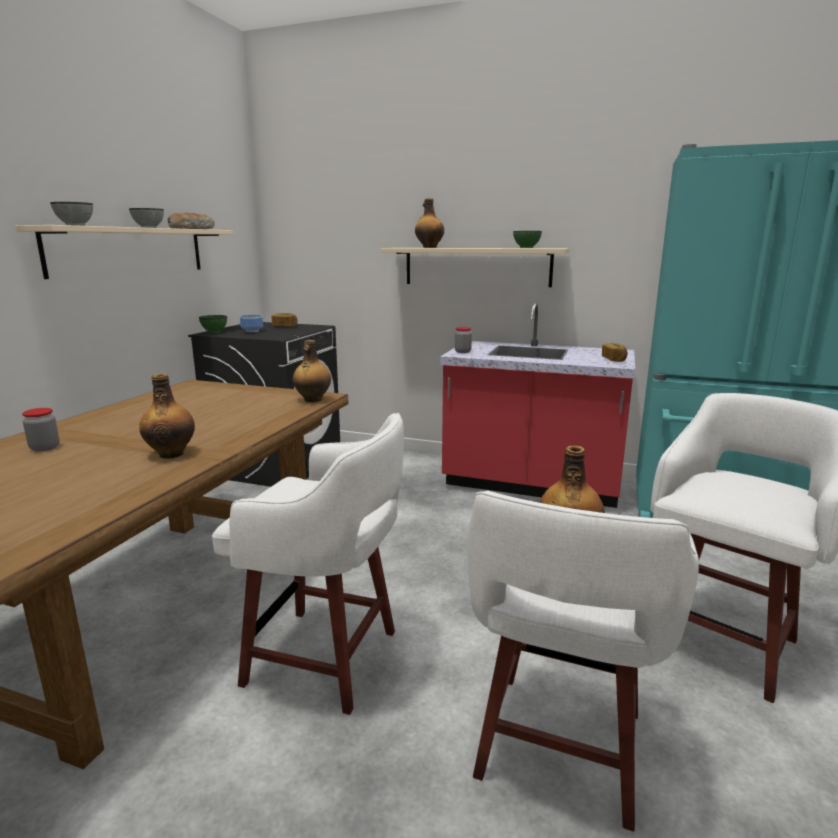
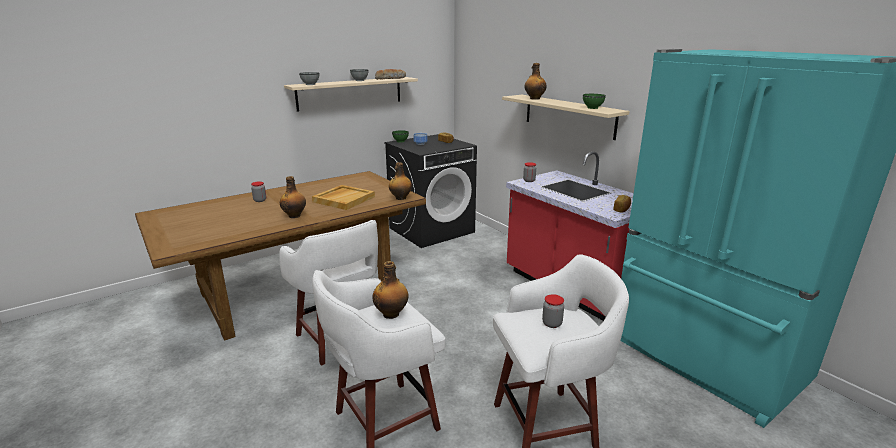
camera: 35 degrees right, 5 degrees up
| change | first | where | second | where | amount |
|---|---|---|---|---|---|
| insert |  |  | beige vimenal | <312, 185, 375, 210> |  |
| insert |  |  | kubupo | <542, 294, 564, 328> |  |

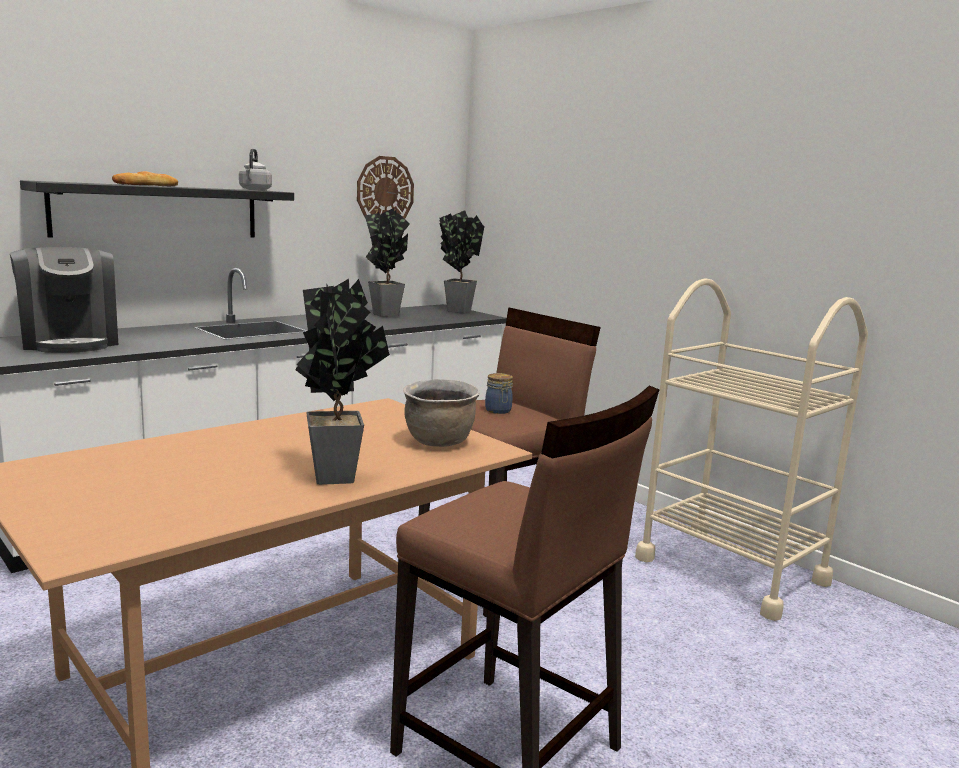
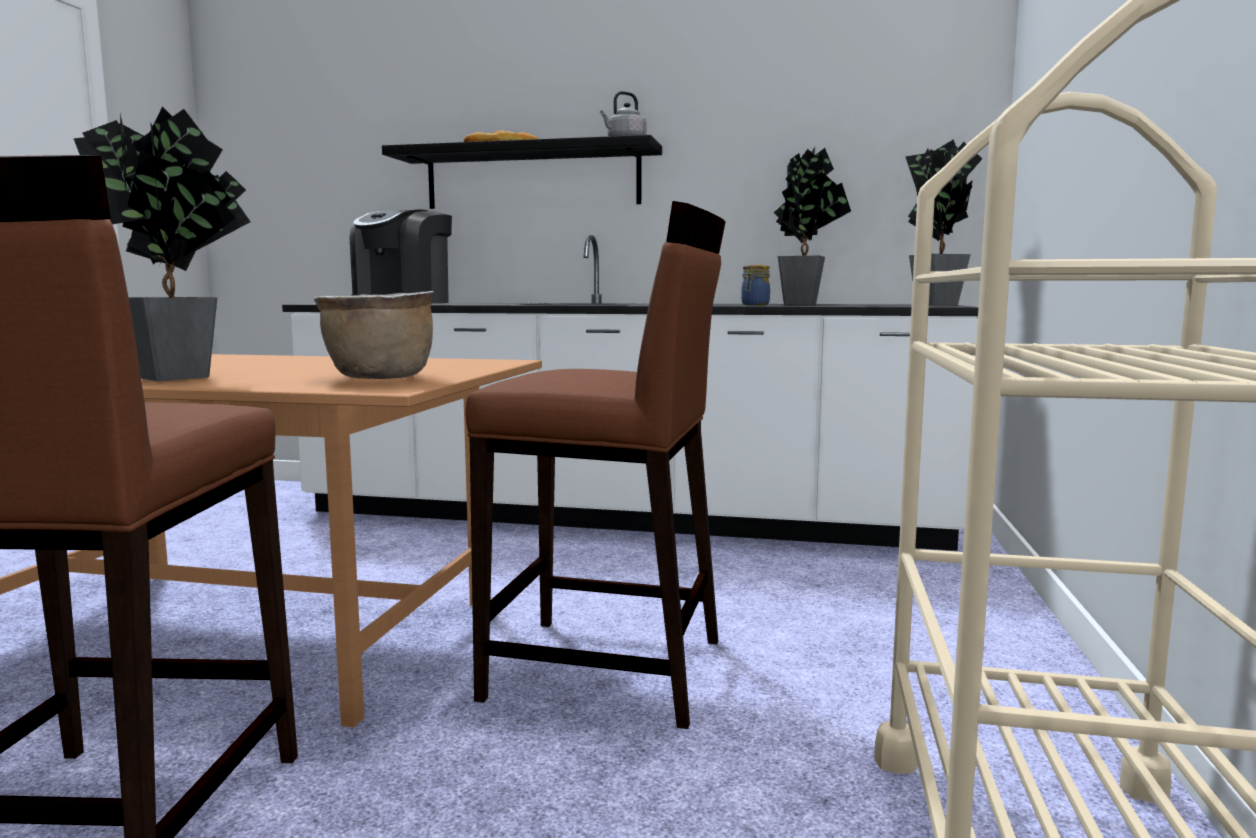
camera: 55 degrees right, 5 degrees down
| change | first | where | second | where | amount |
|---|---|---|---|---|---|
| delete | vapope | <357, 156, 414, 219> |  |  |  |
| move | kubupo | <485, 373, 513, 414> |  | <741, 265, 770, 305> |  |

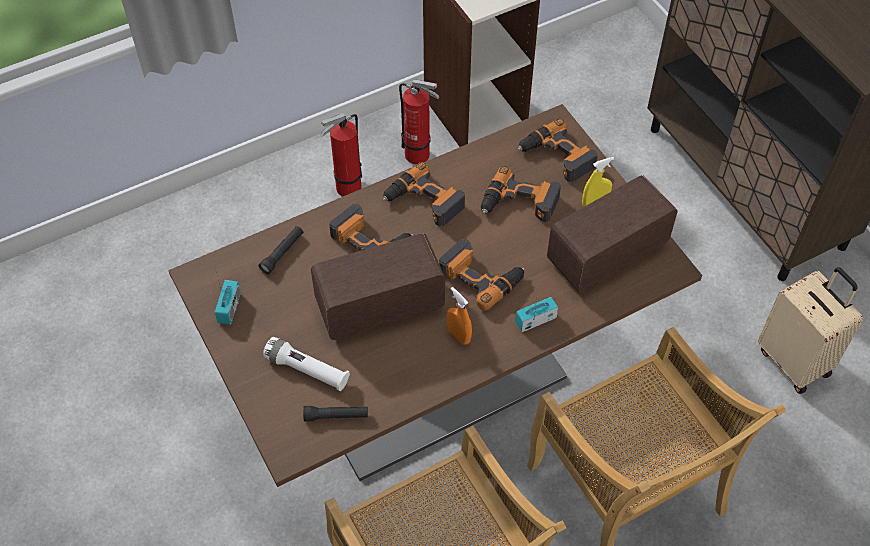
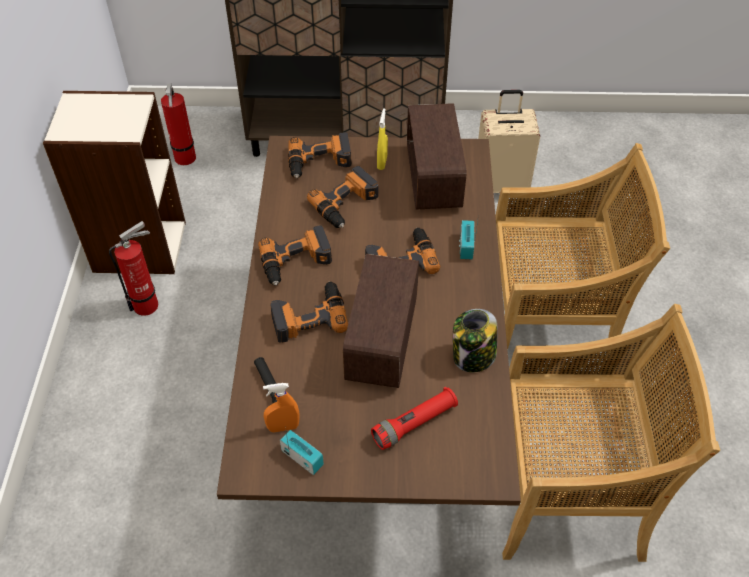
camera: 60 degrees left, 5 degrees down
| change | first | where | second | where | amount |
|---|---|---|---|---|---|
| recolor | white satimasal | <263, 337, 350, 391> | red satimasal | <371, 387, 458, 450> |  |
| delete | black satimasal | <303, 406, 368, 422> |  |  |  |
| move | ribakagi | <320, 113, 362, 197> |  | <161, 83, 196, 165> |  |
| move | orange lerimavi | <447, 287, 472, 345> |  | <263, 383, 299, 432> |  |
| insert |  |  | kubupo | <453, 309, 497, 373> |  |

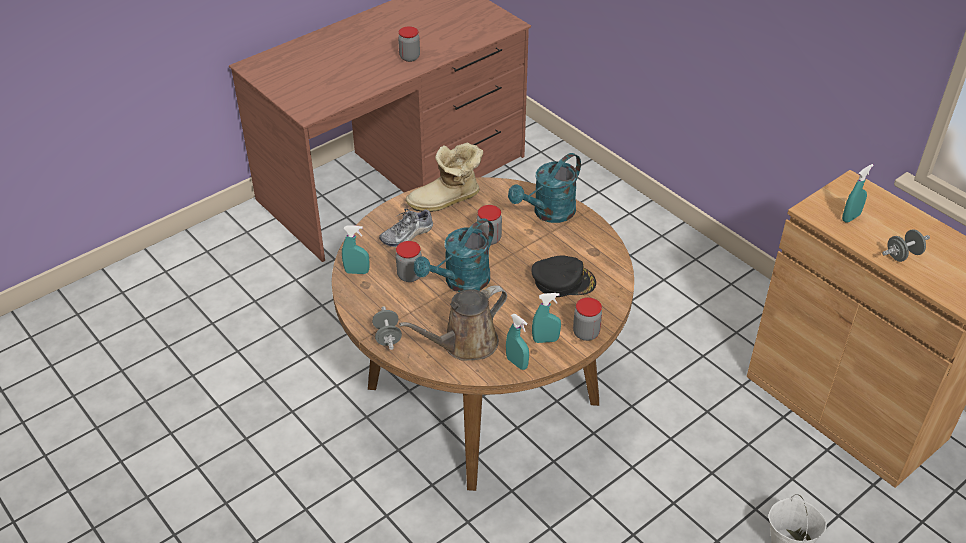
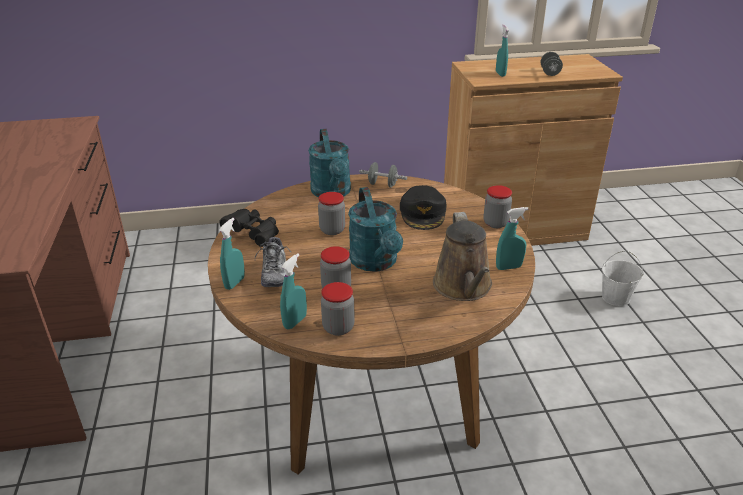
camera: 60 degrees left, 10 degrees down
| change | first | where | second | where | amount |
|---|---|---|---|---|---|
| move | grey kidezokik | <372, 306, 402, 350> |  | <359, 162, 407, 188> |  |
| move | kubupo | <398, 26, 420, 62> |  | <321, 282, 355, 336> |  |
| replace | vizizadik | <406, 142, 483, 212> | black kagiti | <219, 209, 279, 247> |  |
| rotate | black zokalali | <532, 256, 596, 297> |  | <400, 185, 447, 230> | 150 degrees clockwise |
| move | turquoise lerimavi | <532, 293, 561, 343> |  | <219, 218, 245, 290> |  |

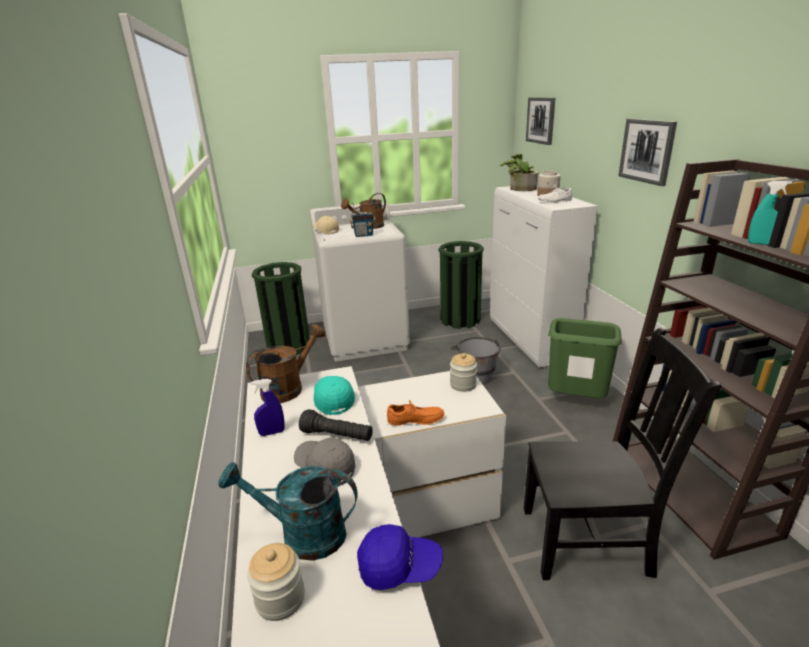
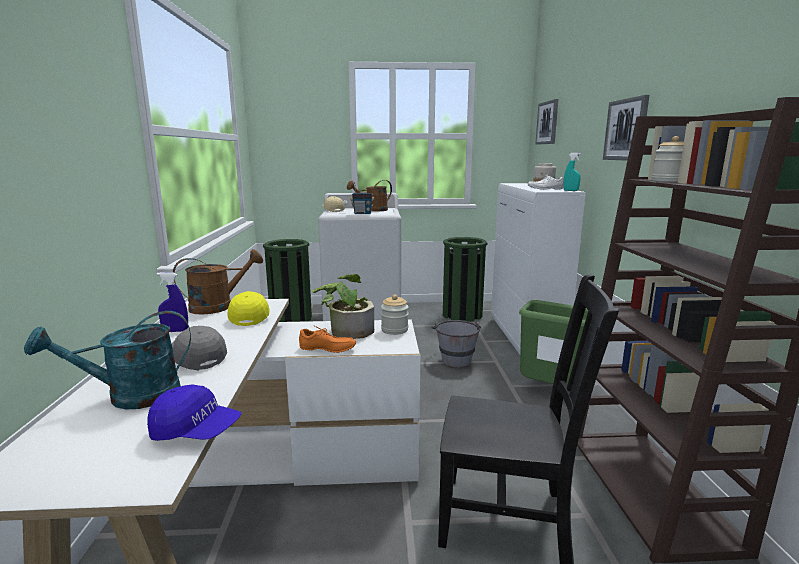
camera: 10 degrees right, 10 degrees down
| change | first | where | second | where | amount |
|---|---|---|---|---|---|
| rotate | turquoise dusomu | <218, 462, 357, 561> |  | <24, 311, 191, 409> | 45 degrees counterclockwise |
| move | kubupo | <247, 543, 305, 621> |  | <652, 136, 684, 182> |  |
| delete | black satimasal | <299, 409, 373, 441> |  |  |  |
| recolor | turquoise zokalali | <314, 376, 355, 415> | yellow zokalali | <227, 291, 270, 326> |  |
| move | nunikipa | <500, 154, 538, 191> |  | <313, 274, 374, 339> |  |
| move | turquoise lerimavi | <748, 181, 792, 245> |  | <563, 153, 581, 191> |  |

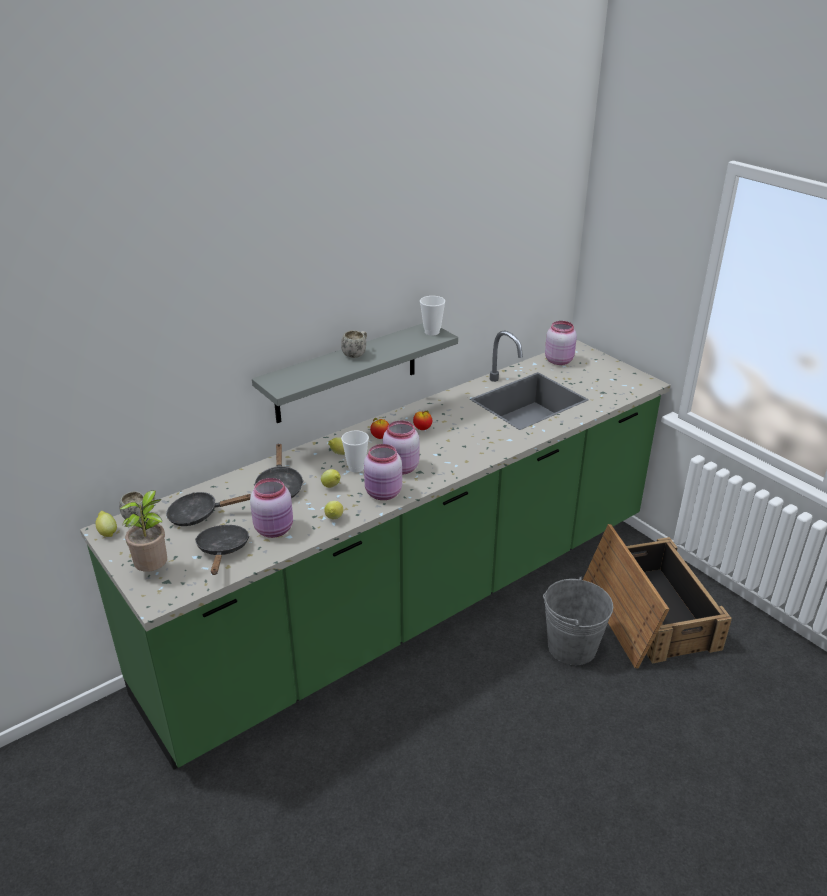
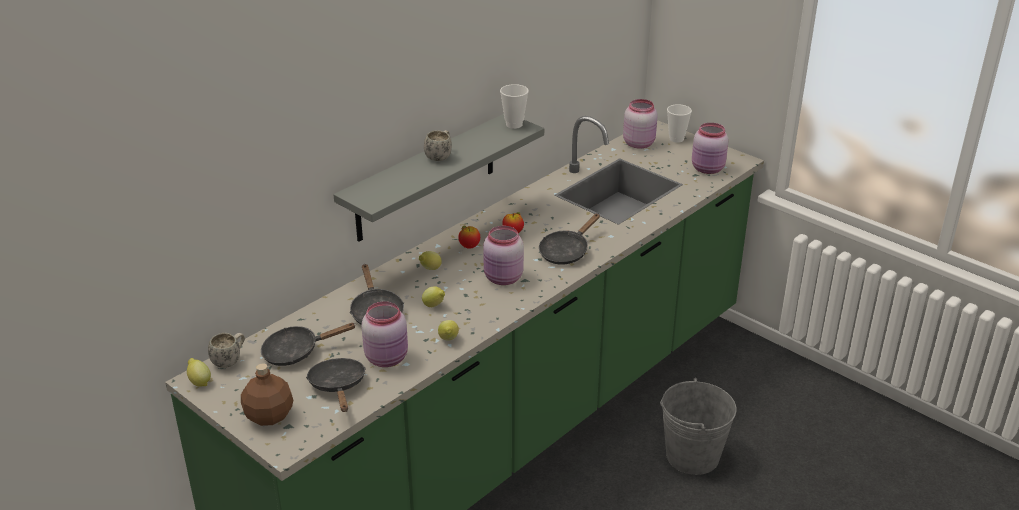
camera: 10 degrees left, 0 degrees up
| change | first | where | second | where | amount |
|---|---|---|---|---|---|
| replace | nunikipa | <120, 490, 167, 572> | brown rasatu | <241, 364, 293, 426> |  |
| move | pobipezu | <341, 430, 369, 473> |  | <667, 104, 692, 143> |  |
| move | pink kubupo | <364, 444, 402, 500> |  | <692, 123, 729, 174> |  |
| delete | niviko | <583, 524, 732, 668> |  |  |  |
| insert |  |  | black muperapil | <539, 214, 600, 265> |  |

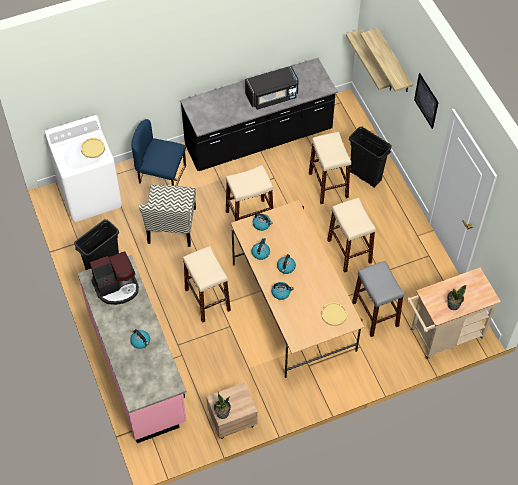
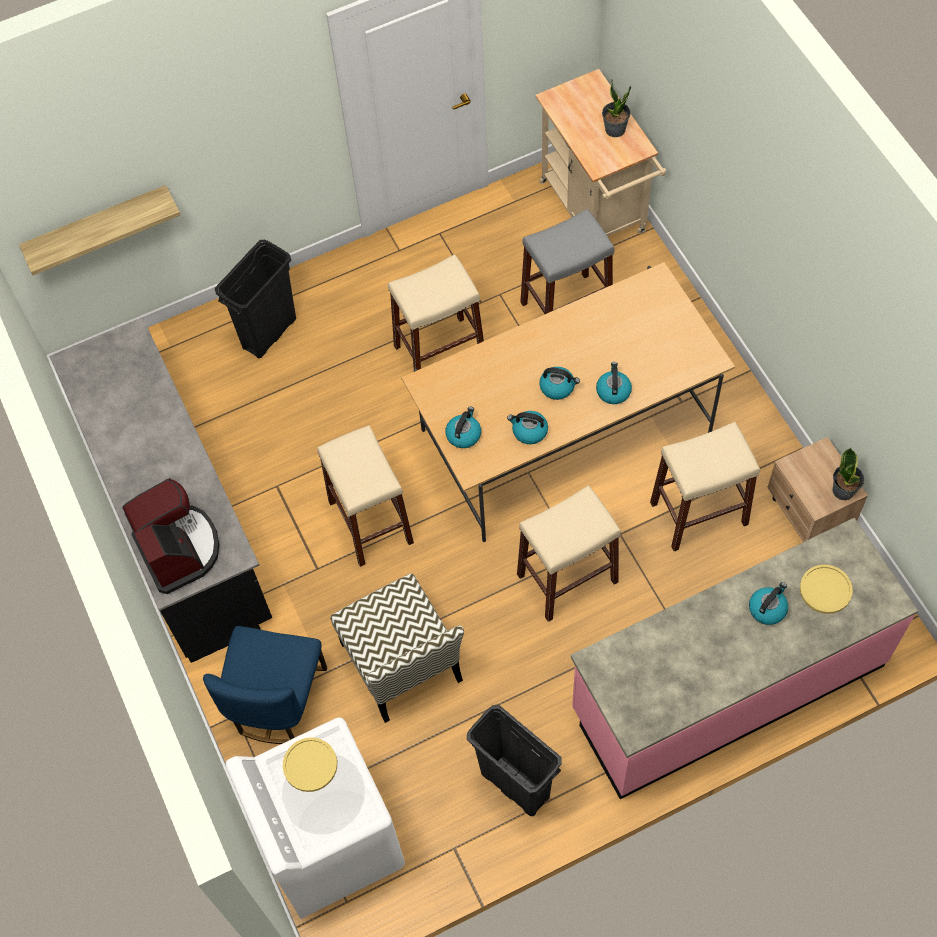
camera: 90 degrees left, 5 degrees up
| change | first | where | second | where | amount |
|---|---|---|---|---|---|
| move | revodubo | <90, 251, 139, 305> |  | <123, 478, 219, 594> |  |
| rotate | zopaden | <139, 184, 196, 247> |  | <330, 573, 464, 723> | 60 degrees clockwise |
| delete | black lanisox | <245, 66, 299, 110> |  |  |  |
| move | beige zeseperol | <309, 132, 351, 204> |  | <650, 422, 760, 551> |  |
| move | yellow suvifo | <321, 302, 347, 326> |  | <800, 565, 853, 614> |  |
| delete | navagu | <360, 28, 413, 92> |  |  |  |
| delete | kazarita | <414, 73, 439, 129> |  |  |  |

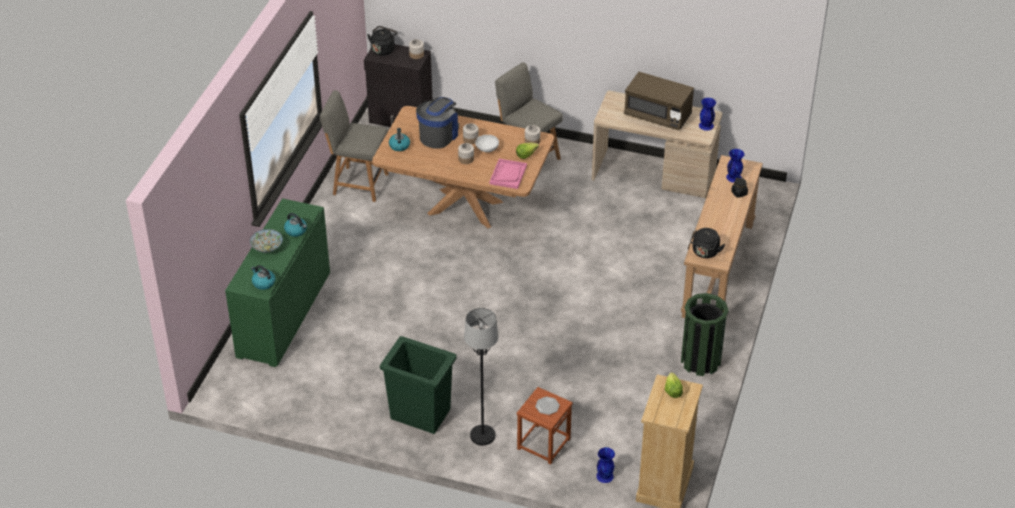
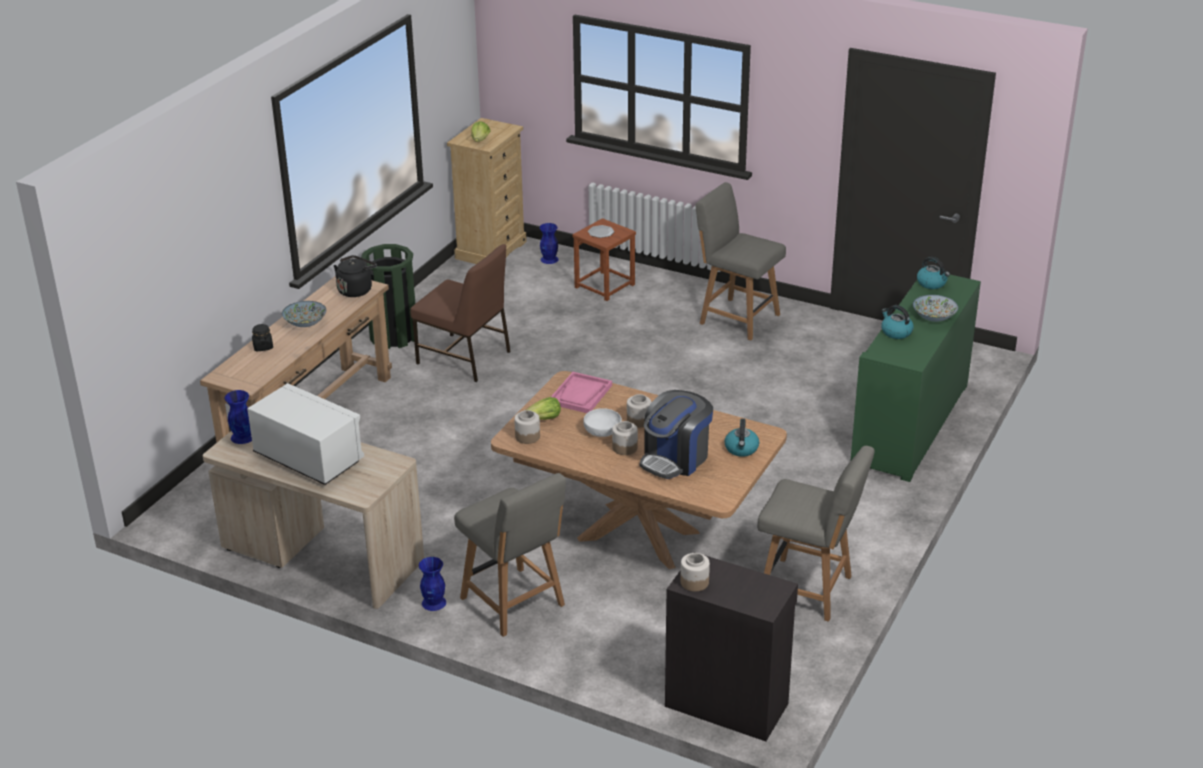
camera: 170 degrees left, 10 degrees down
| change | first | where | second | where | amount |
|---|---|---|---|---|---|
| delete | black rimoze | <367, 26, 398, 56> |  |  |  |
| replace | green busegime | <380, 336, 457, 434> | grey zopaden | <696, 182, 786, 341> |  |
| delete | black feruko | <464, 308, 499, 446> |  |  |  |
| recolor | brown lanisox | <624, 72, 694, 130> | white lanisox | <247, 383, 364, 485> |  |
| move | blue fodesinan | <726, 149, 744, 183> |  | <419, 557, 446, 611> |  |
| insert |  |  | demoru | <282, 301, 326, 327> |  |
| insert |  |  | brown zopaden | <410, 244, 511, 382> |  |

